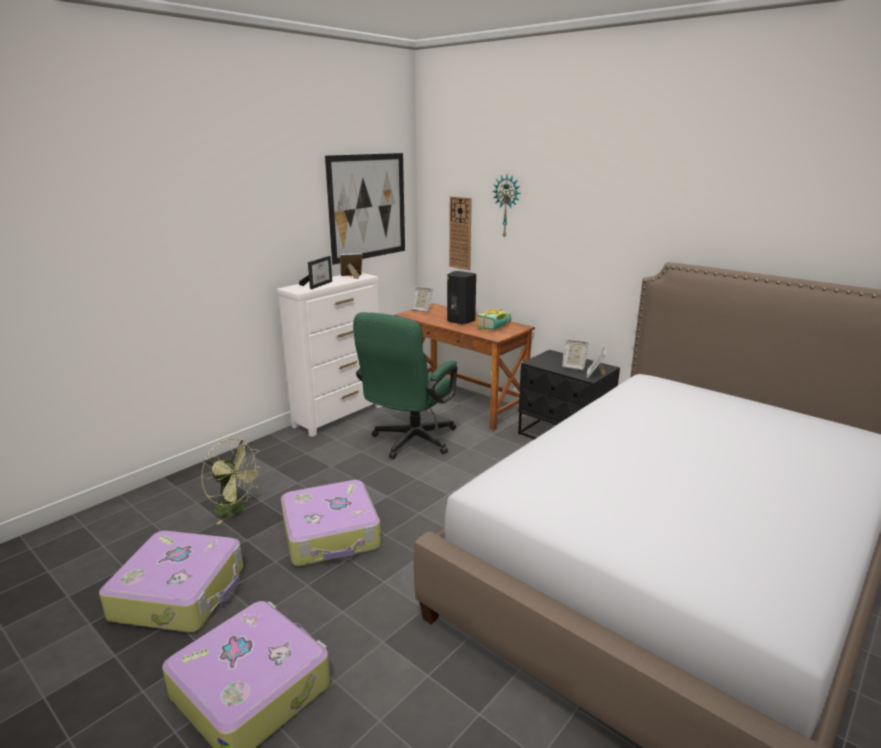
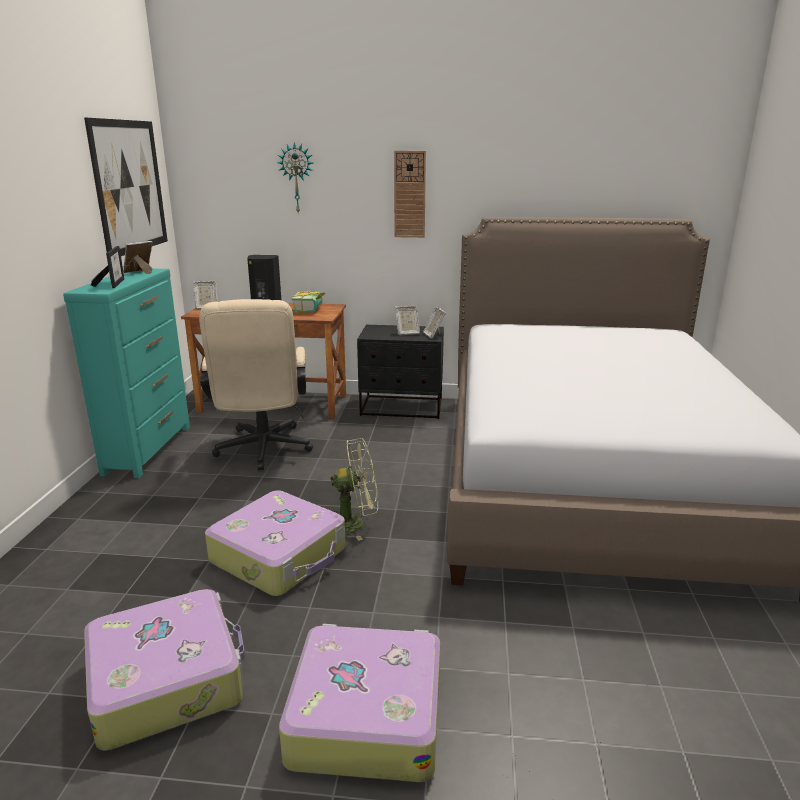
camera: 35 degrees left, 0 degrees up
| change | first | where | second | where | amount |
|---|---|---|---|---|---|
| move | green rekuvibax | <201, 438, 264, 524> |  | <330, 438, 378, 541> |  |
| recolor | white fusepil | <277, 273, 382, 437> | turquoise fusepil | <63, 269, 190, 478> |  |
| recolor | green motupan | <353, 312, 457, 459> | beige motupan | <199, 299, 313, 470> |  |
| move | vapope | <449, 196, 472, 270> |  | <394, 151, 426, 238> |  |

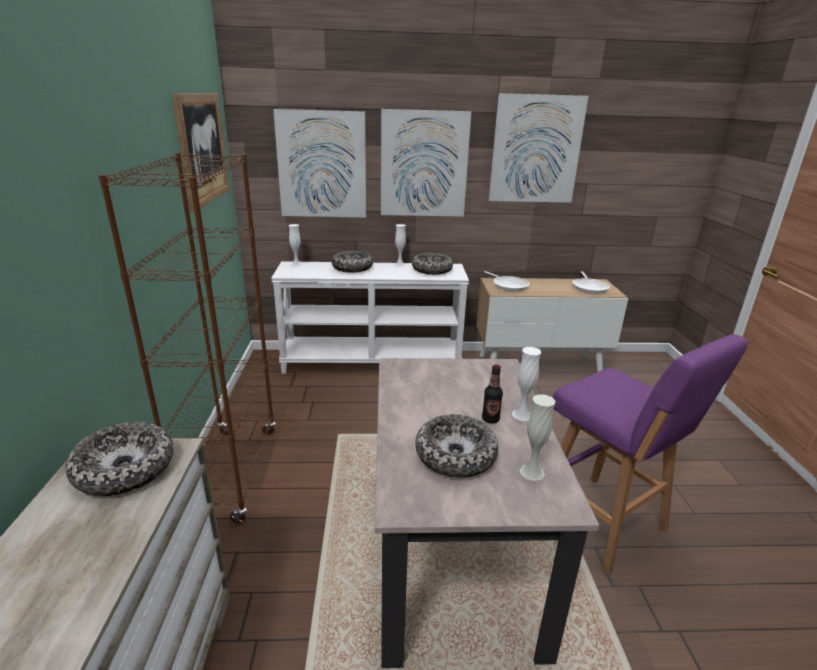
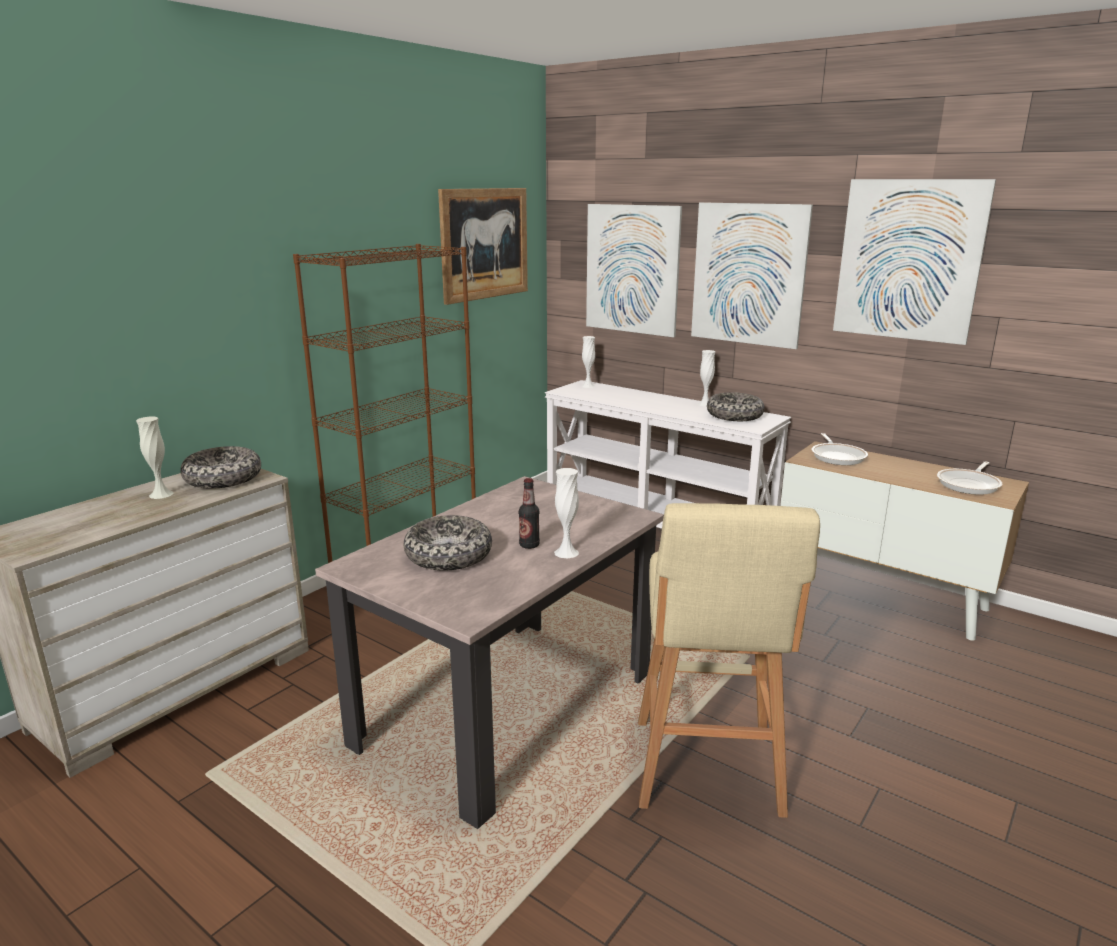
camera: 40 degrees right, 5 degrees down
| change | first | where | second | where | amount |
|---|---|---|---|---|---|
| delete | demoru | <332, 251, 373, 273> |  |  |  |
| move | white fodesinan | <520, 394, 555, 481> |  | <136, 417, 174, 499> |  |
| recolor | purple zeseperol | <553, 334, 748, 575> | beige zeseperol | <638, 503, 820, 818> |  |

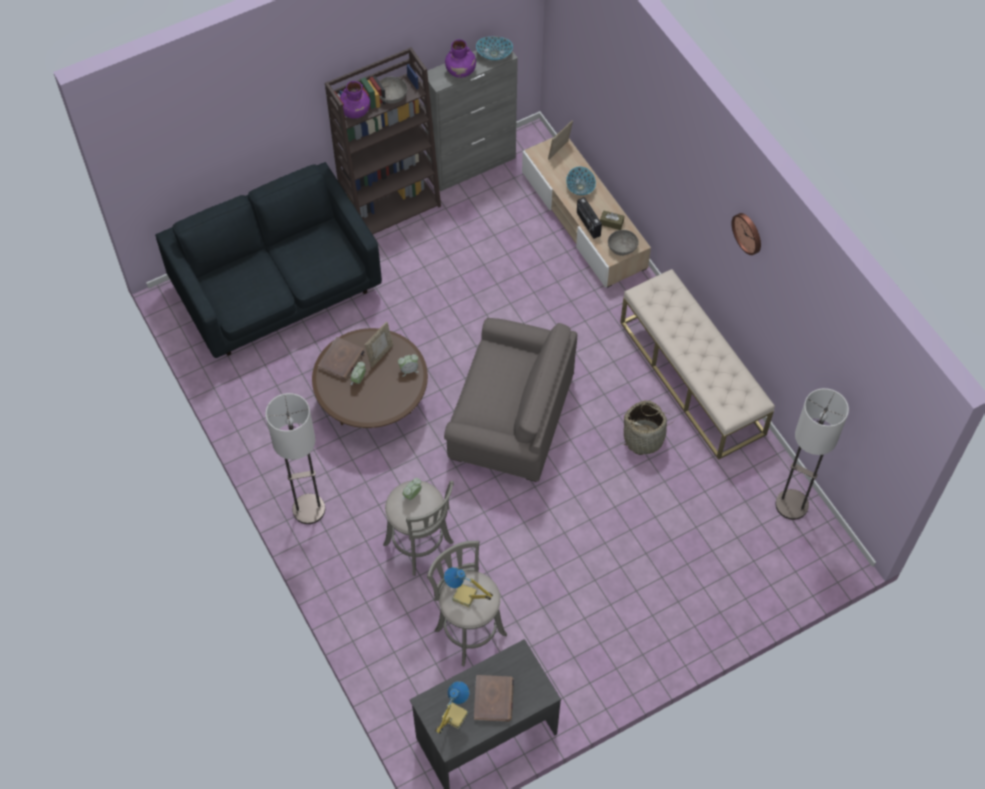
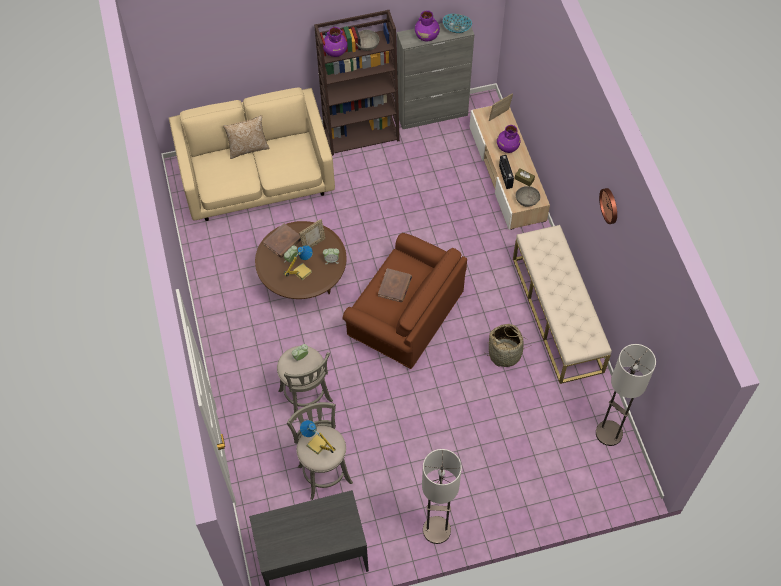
camera: 15 degrees right, 0 degrees up
| change | first | where | second | where | amount |
|---|---|---|---|---|---|
| recolor | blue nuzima | <155, 162, 382, 358> | beige nuzima | <169, 87, 335, 221> |  |
| move | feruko | <265, 393, 325, 524> |  | <422, 449, 462, 544> |  |
| move | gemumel | <435, 681, 469, 734> |  | <283, 245, 313, 280> |  |
| recolor | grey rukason | <444, 318, 577, 482> | brown rukason | <343, 233, 467, 369> |  |
| move | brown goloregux | <474, 675, 514, 722> |  | <378, 268, 412, 302> |  |
| replace | demoru | <566, 167, 596, 195> | purple fodesinan | <497, 125, 520, 153> |  |
| insert |  |  | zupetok | <223, 115, 270, 159> |  |

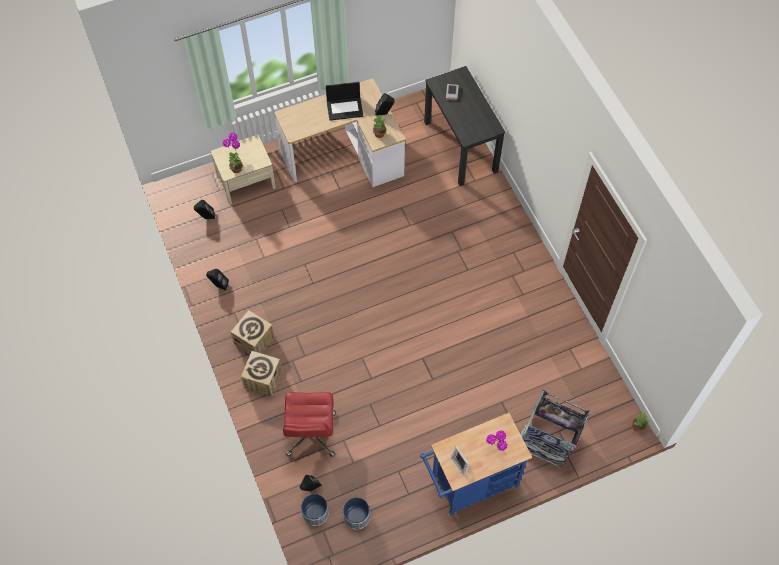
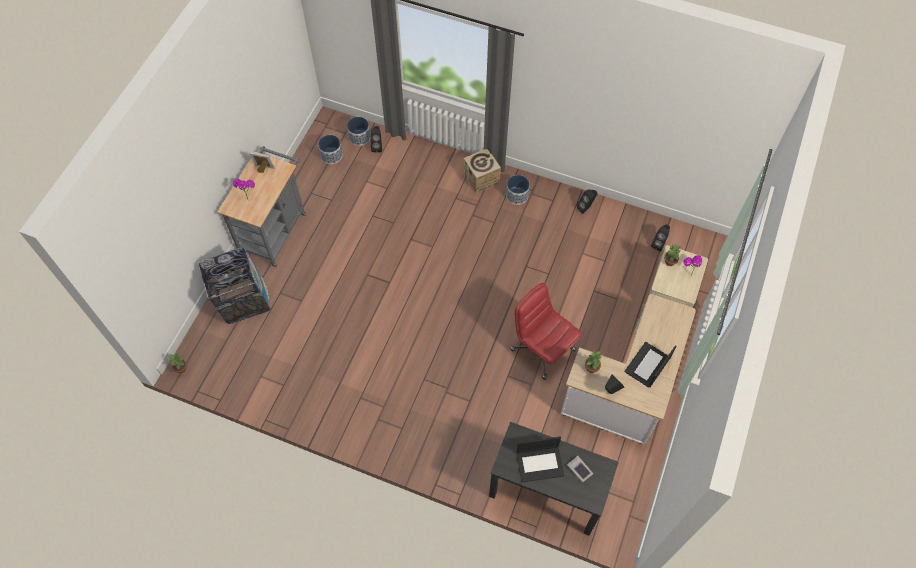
camera: 135 degrees right, 0 degrees up
| change | first | where | second | where | amount |
|---|---|---|---|---|---|
| replace | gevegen | <231, 310, 275, 354> | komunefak | <506, 175, 530, 205> |  |
| move | red motupan | <283, 392, 336, 457> |  | <510, 283, 582, 380> |  |
| recolor | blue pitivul | <420, 413, 532, 516> | grey pitivul | <218, 146, 307, 267> |  |
| insert |  |  | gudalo | <516, 436, 564, 482> |  |

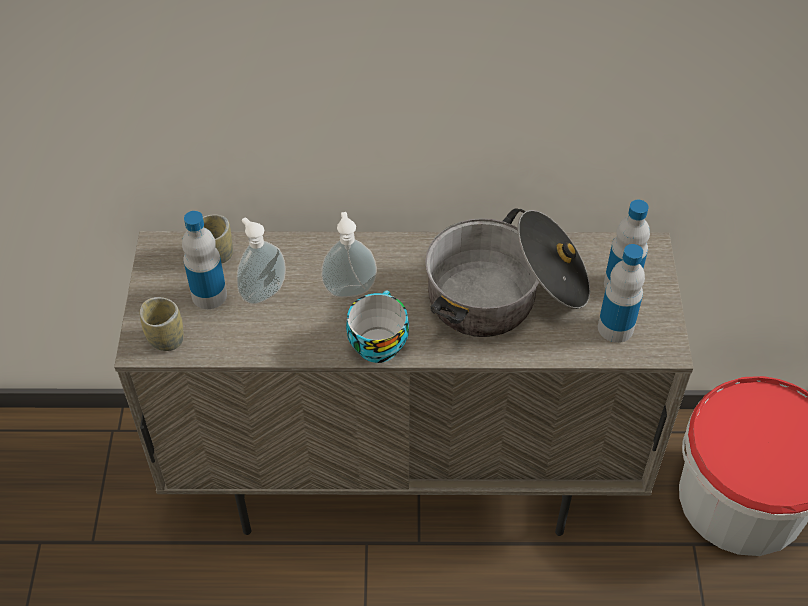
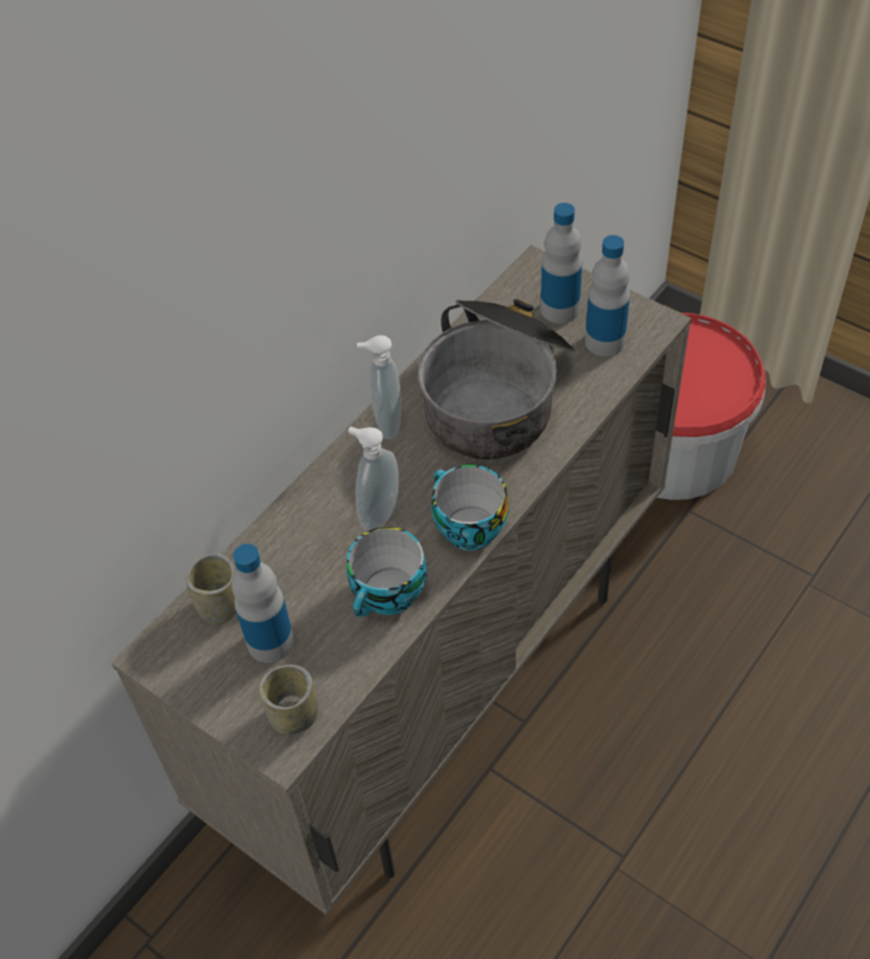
camera: 50 degrees left, 0 degrees up
| change | first | where | second | where | amount |
|---|---|---|---|---|---|
| move | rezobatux | <237, 217, 286, 304> |  | <357, 335, 401, 439> |  |
| insert |  |  | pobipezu | <347, 527, 427, 617> |  |

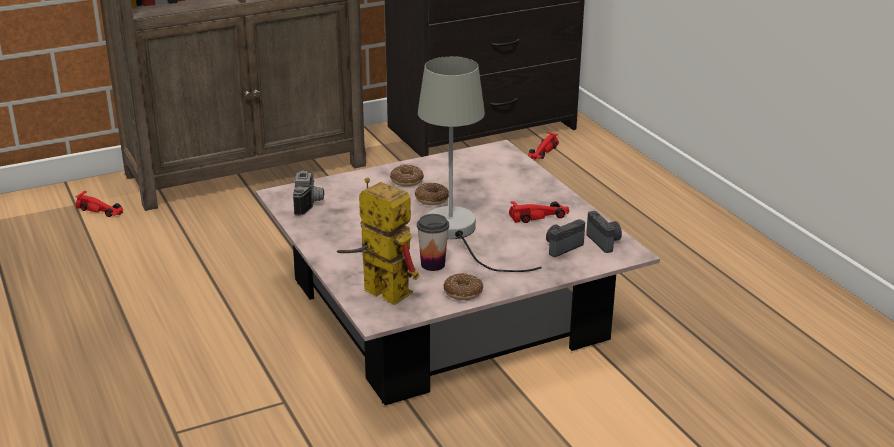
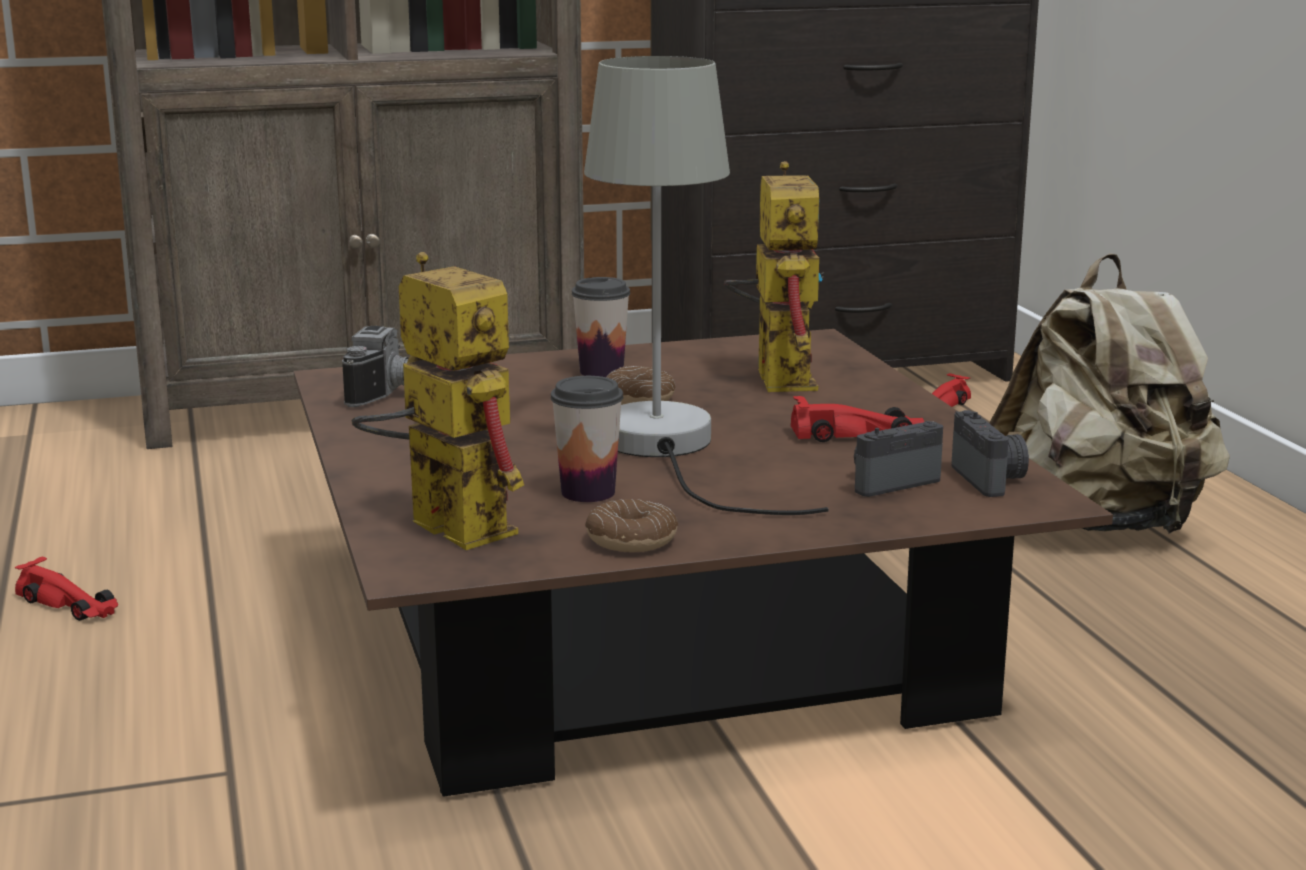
camera: 10 degrees right, 10 degrees down
| change | first | where | second | where | amount |
|---|---|---|---|---|---|
| move | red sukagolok | <75, 191, 123, 217> |  | <15, 557, 118, 621> |  |
| recolor | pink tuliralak | <255, 140, 660, 405> | brown tuliralak | <294, 329, 1113, 797> |  |
| replace | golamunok | <390, 164, 424, 187> | pobipezu | <572, 277, 630, 377> |  |
| insert |  |  | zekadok | <724, 161, 824, 392> |  |
| insert |  |  | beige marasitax | <989, 253, 1230, 533> |  |

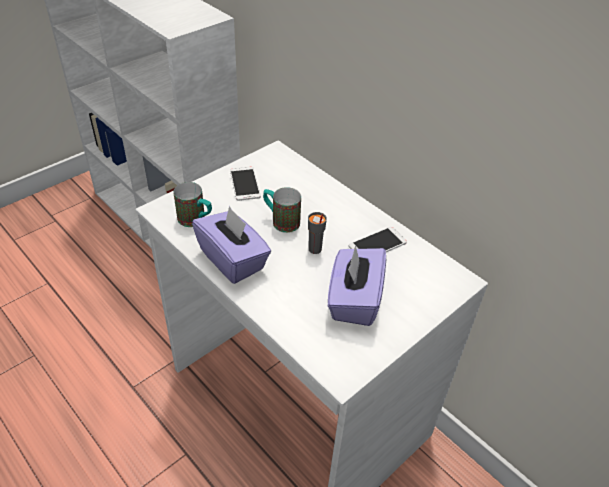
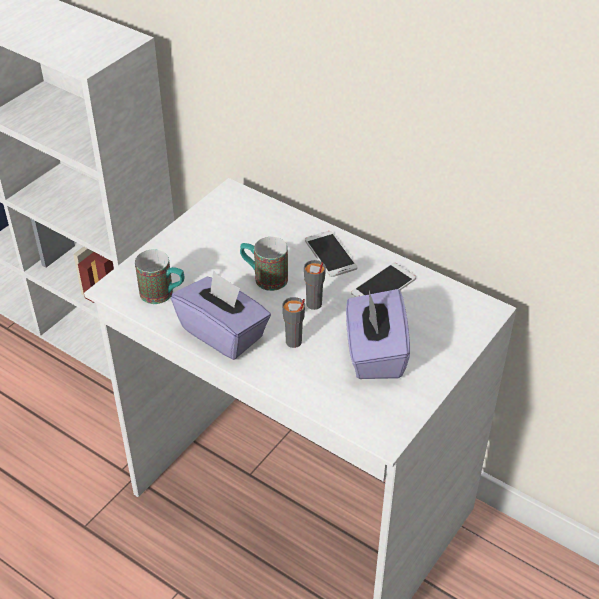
camera: 10 degrees left, 0 degrees up
| change | first | where | second | where | amount |
|---|---|---|---|---|---|
| move | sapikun | <230, 166, 261, 201> |  | <305, 231, 357, 277> |  |
| insert |  |  | grey pobipezu | <282, 297, 305, 348> |  |

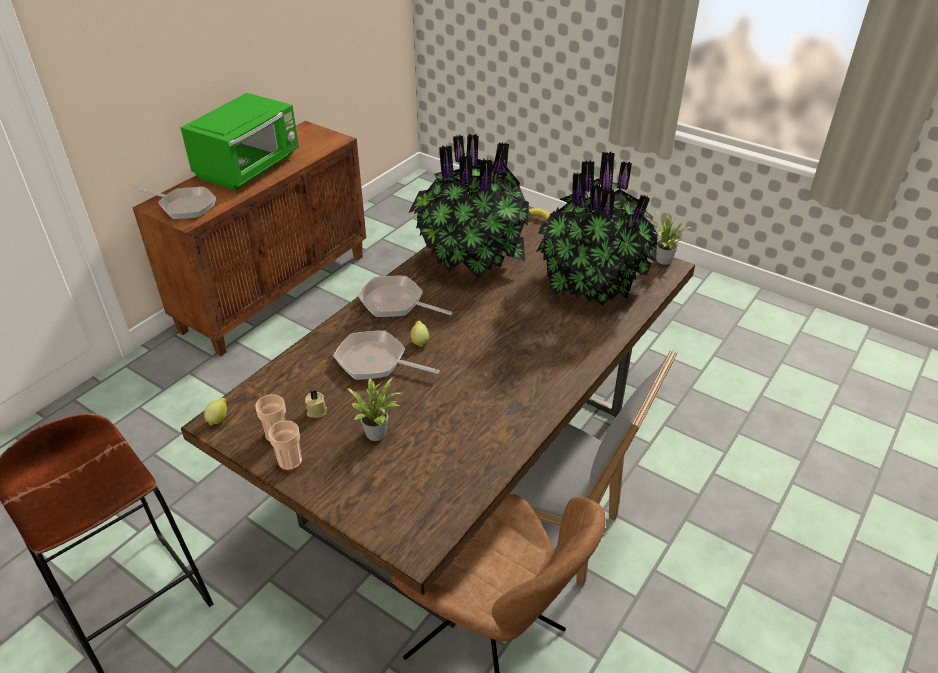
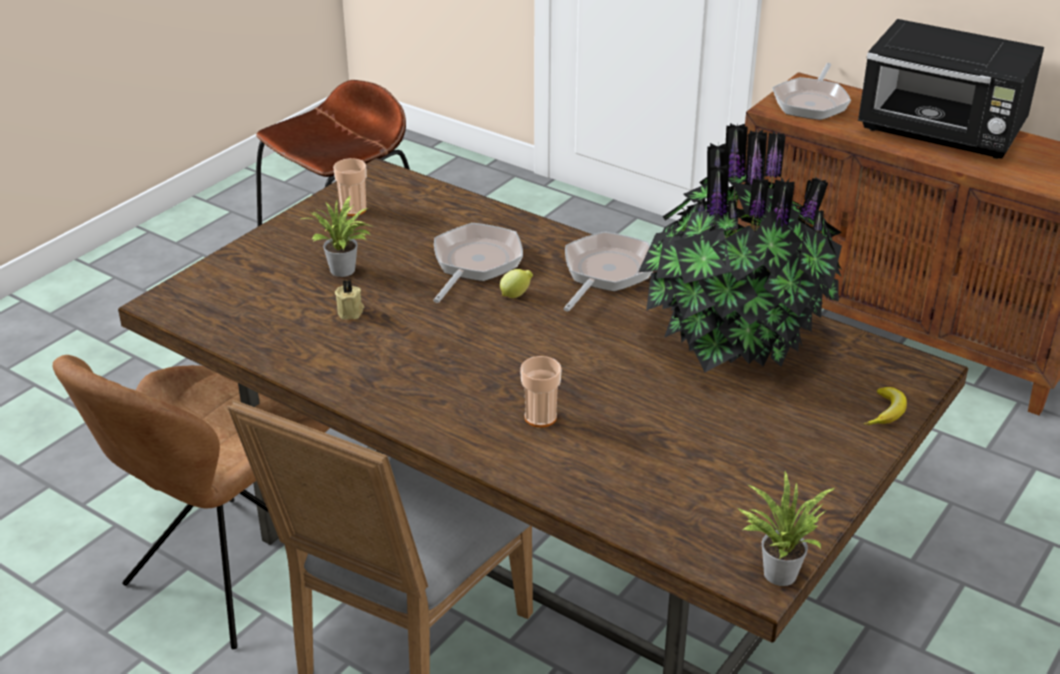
camera: 90 degrees right, 5 degrees down
| change | first | where | second | where | amount |
|---|---|---|---|---|---|
| recolor | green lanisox | <181, 93, 299, 190> | black lanisox | <858, 19, 1044, 159> |  |
| delete | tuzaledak | <204, 398, 227, 426> |  |  |  |
| move | pobipezu | <269, 420, 302, 471> |  | <520, 356, 562, 427> |  |
| move | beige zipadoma | <305, 390, 327, 418> |  | <335, 279, 364, 319> |  |
| delete | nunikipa | <536, 151, 659, 306> |  |  |  |

